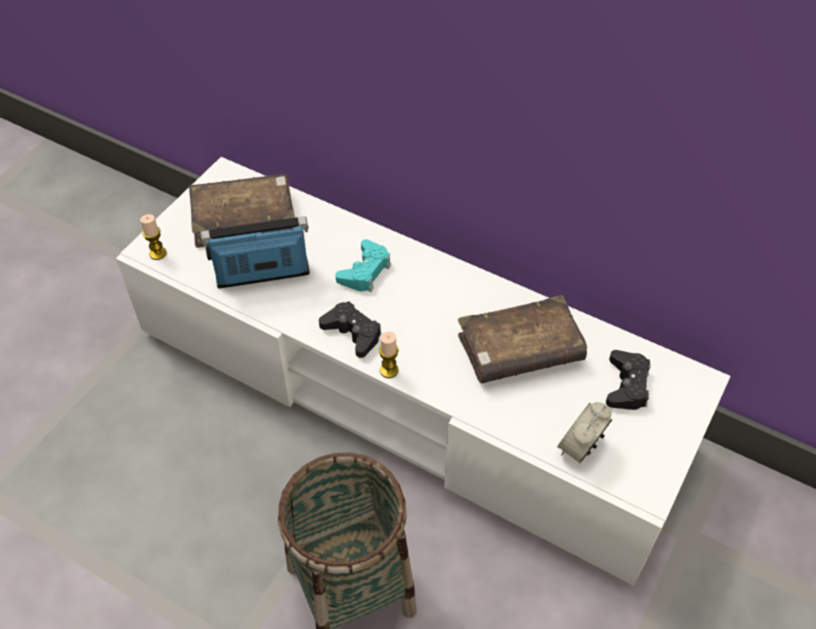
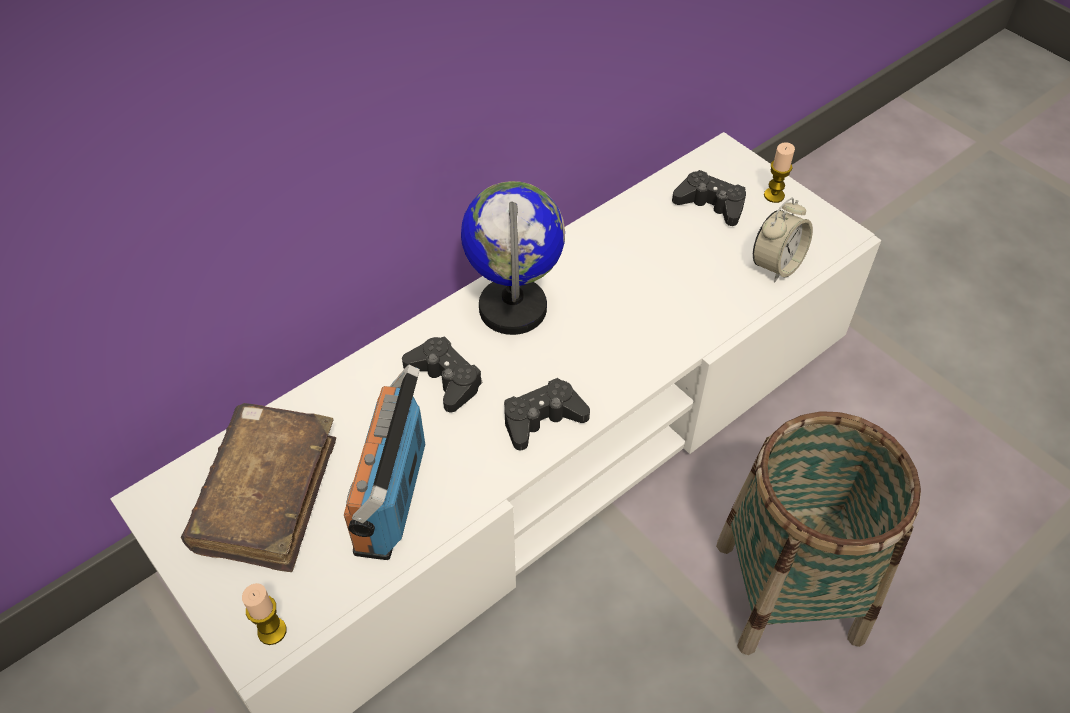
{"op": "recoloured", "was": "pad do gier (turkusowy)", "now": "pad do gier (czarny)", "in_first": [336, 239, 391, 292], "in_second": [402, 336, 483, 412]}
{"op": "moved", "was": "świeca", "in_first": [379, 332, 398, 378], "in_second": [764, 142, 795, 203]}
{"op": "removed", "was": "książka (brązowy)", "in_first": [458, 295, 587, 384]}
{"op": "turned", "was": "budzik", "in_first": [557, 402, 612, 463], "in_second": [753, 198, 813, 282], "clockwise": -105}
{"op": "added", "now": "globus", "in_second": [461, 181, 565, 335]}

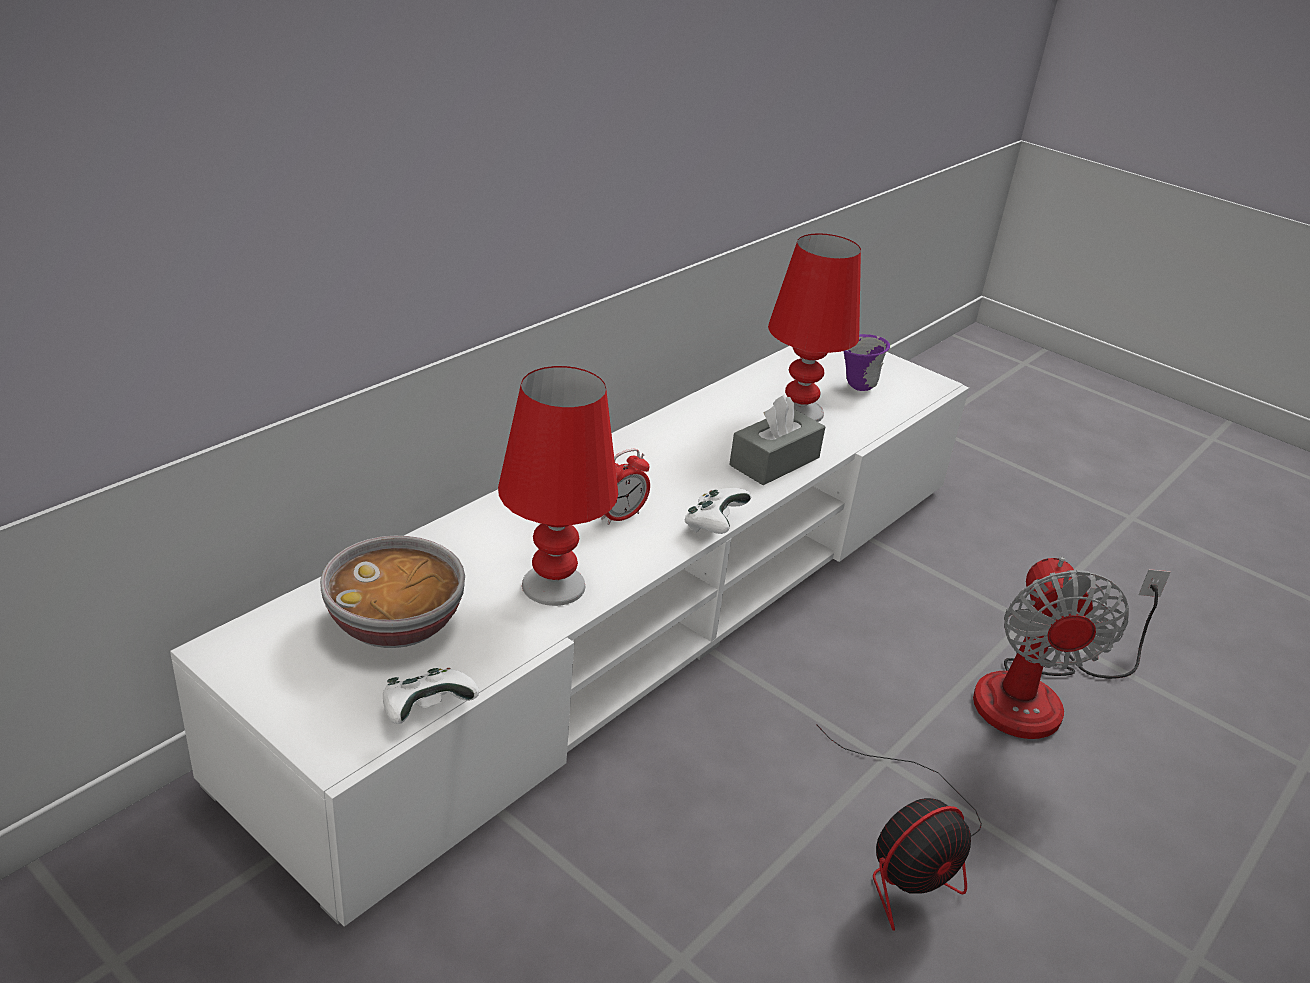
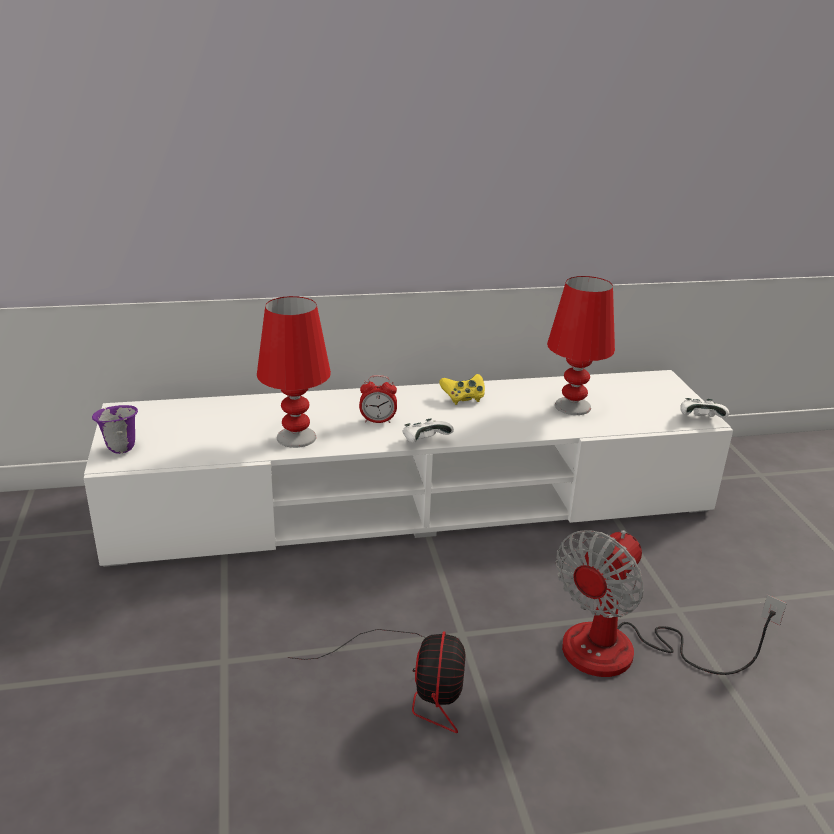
{"op": "removed", "was": "miska", "in_first": [320, 536, 465, 648]}
{"op": "moved", "was": "pad do gier (biały)", "in_first": [383, 668, 479, 724], "in_second": [680, 398, 729, 418]}
{"op": "removed", "was": "pudełko chusteczek (szary)", "in_first": [729, 394, 825, 485]}
{"op": "turned", "was": "wentylator", "in_first": [817, 725, 982, 931], "in_second": [287, 629, 465, 733], "clockwise": -90}
{"op": "moved", "was": "kubek (fioletowy)", "in_first": [843, 334, 890, 391], "in_second": [92, 405, 138, 454]}
{"op": "added", "now": "pad do gier (żółty)", "in_second": [439, 374, 485, 405]}

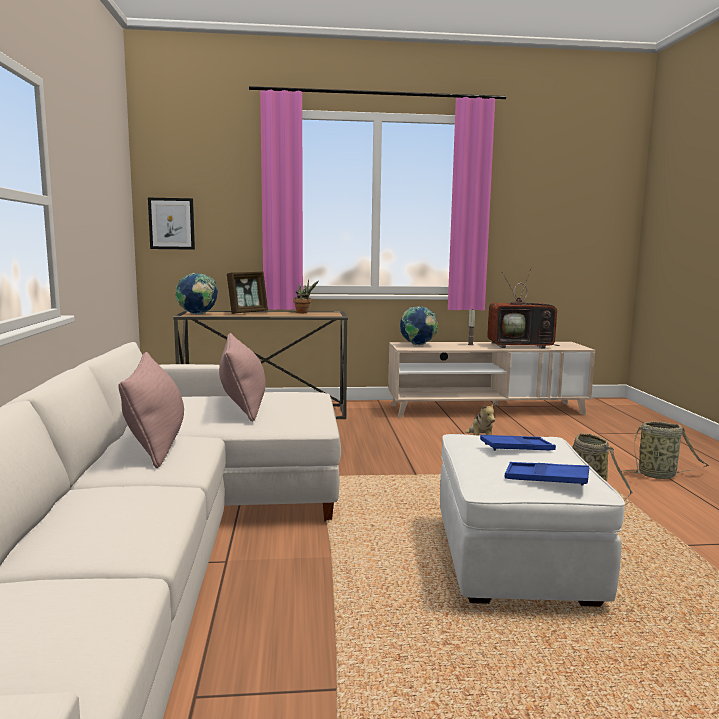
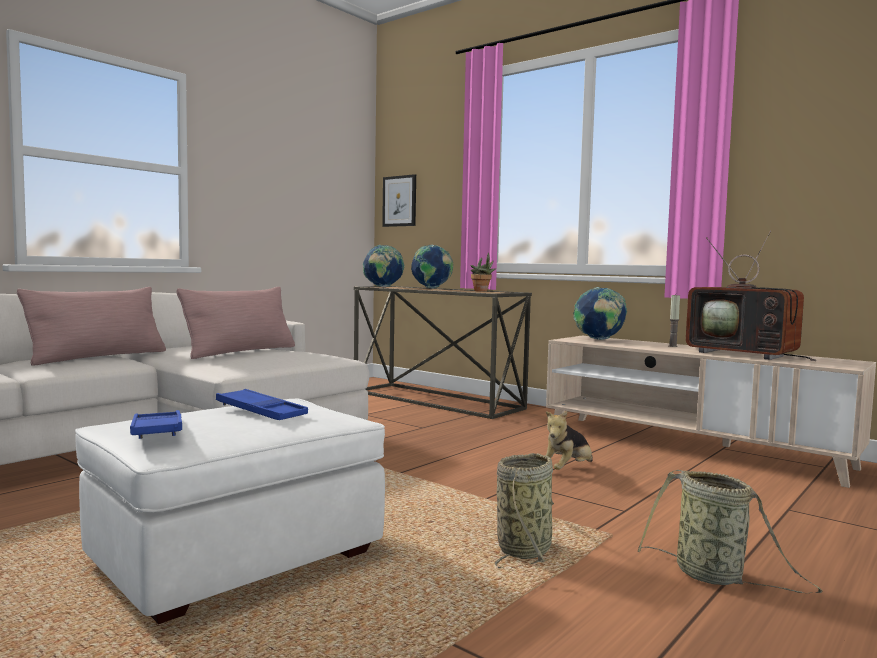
{"op": "replaced", "was": "ramka na zdjęcie", "now": "globus", "in_first": [227, 271, 268, 314], "in_second": [411, 245, 453, 288]}

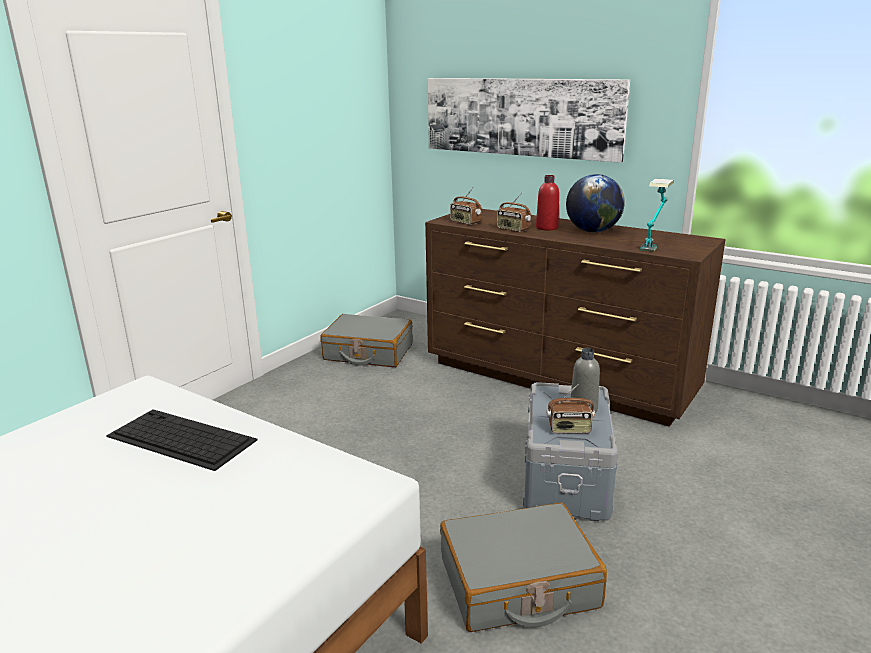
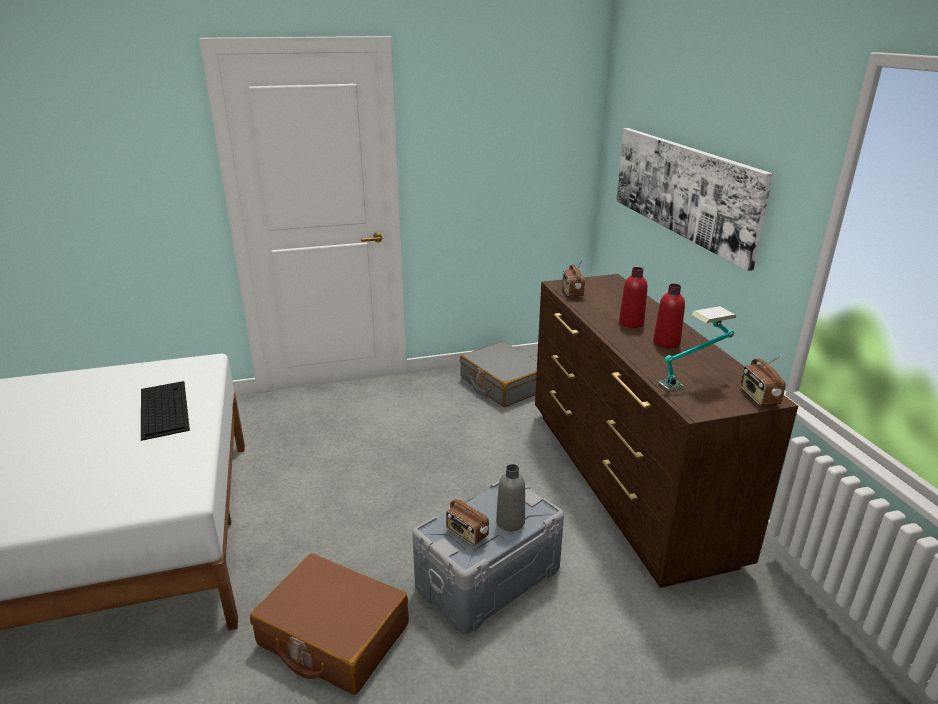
{"op": "recoloured", "was": "walizka (szary)", "now": "walizka (brązowy)", "in_first": [440, 503, 607, 632], "in_second": [250, 553, 409, 695]}
{"op": "moved", "was": "radio", "in_first": [497, 193, 531, 232], "in_second": [740, 355, 786, 406]}
{"op": "replaced", "was": "globus", "now": "butelka (czerwony)", "in_first": [566, 174, 625, 232], "in_second": [653, 284, 685, 348]}

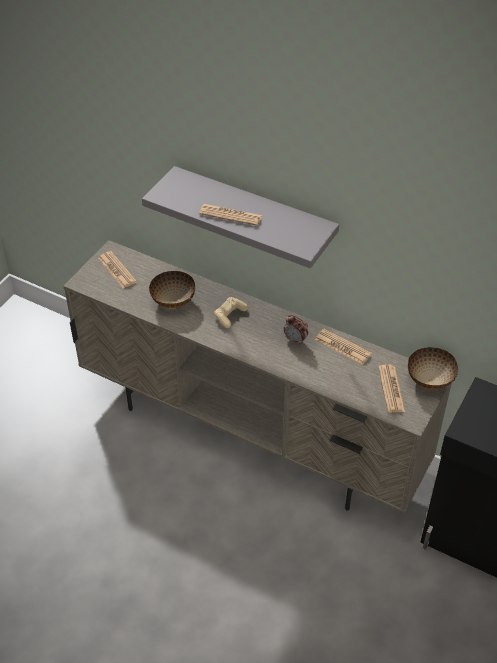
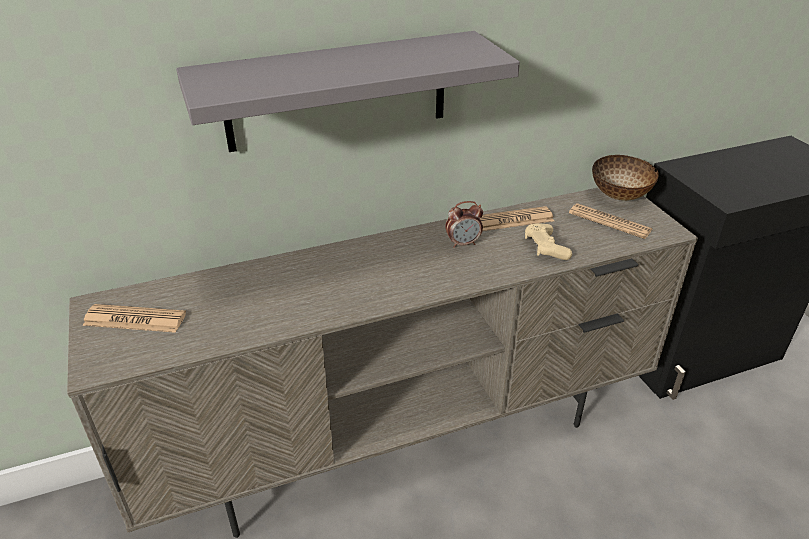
{"op": "removed", "was": "miska", "in_first": [149, 271, 195, 309]}
{"op": "removed", "was": "gazeta", "in_first": [199, 204, 262, 226]}
{"op": "moved", "was": "pad do gier (beżowy)", "in_first": [214, 297, 248, 328], "in_second": [525, 223, 572, 260]}

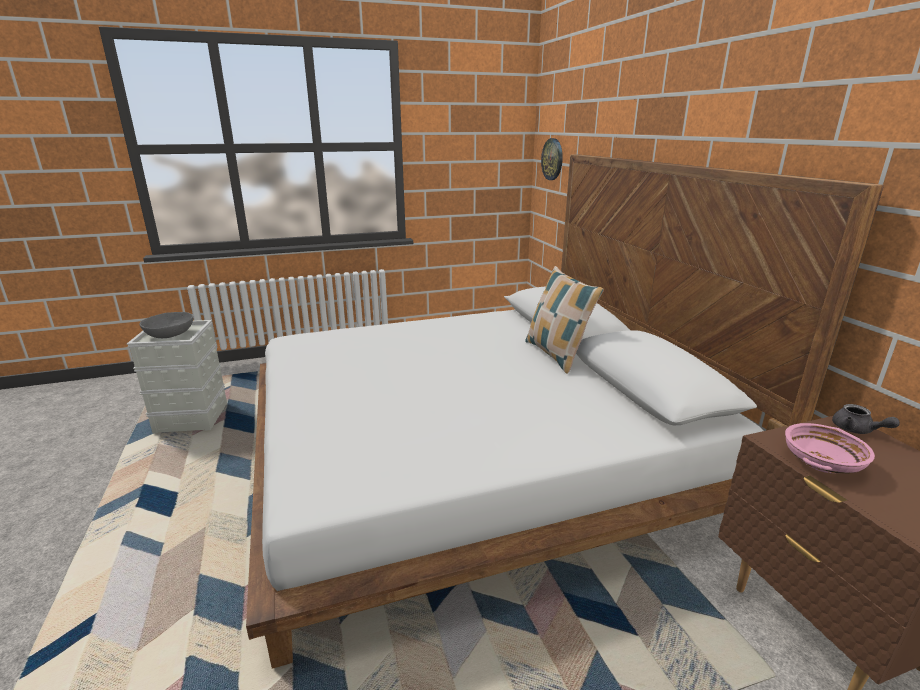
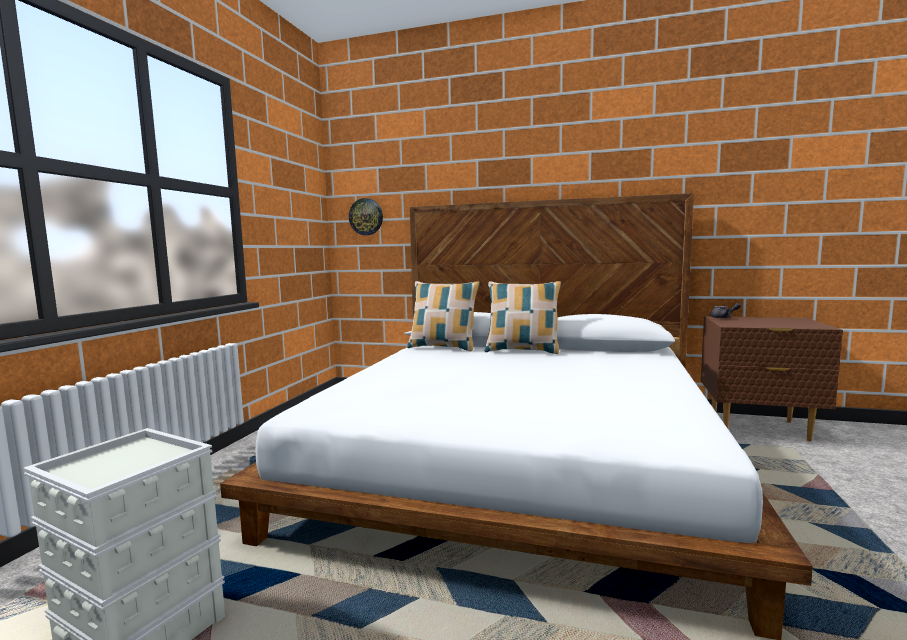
{"op": "removed", "was": "miska (szary)", "in_first": [139, 312, 193, 338]}
{"op": "removed", "was": "miska (różowy)", "in_first": [785, 423, 875, 474]}
{"op": "added", "now": "poduszka", "in_second": [407, 281, 480, 351]}

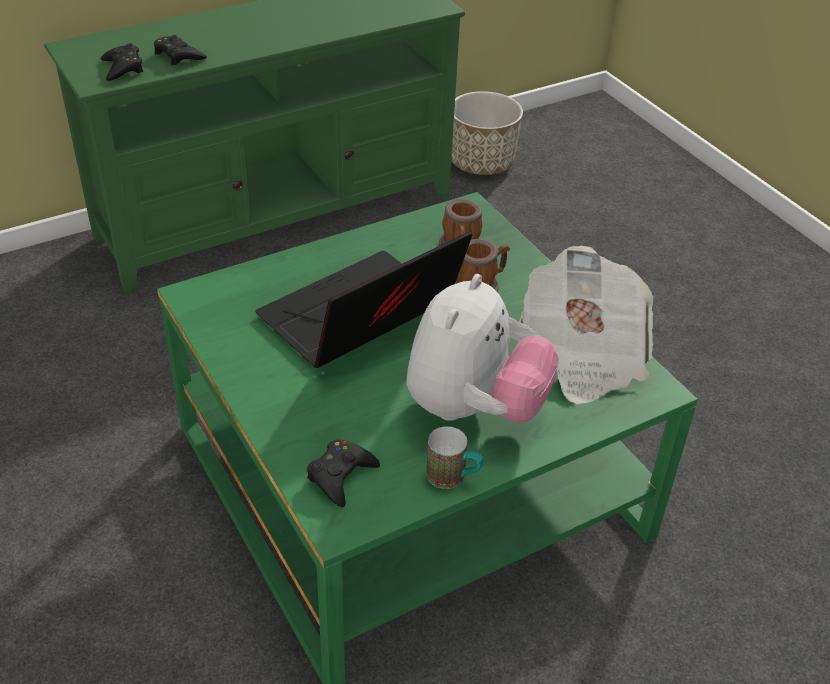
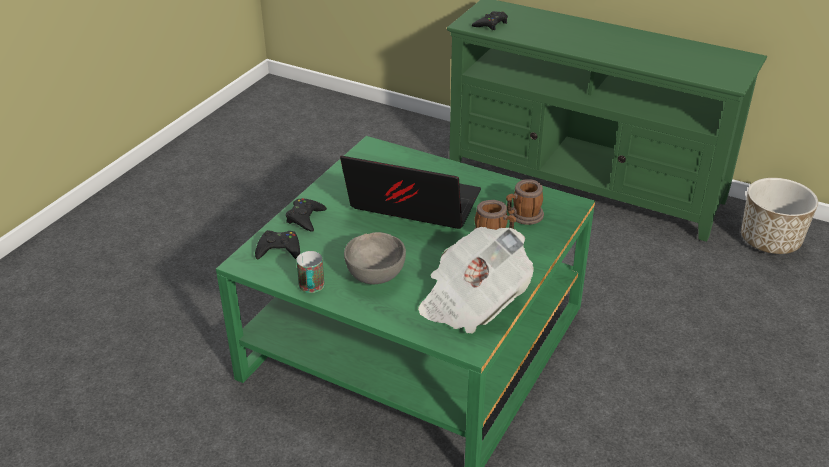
{"op": "moved", "was": "pad do gier (czarny)", "in_first": [154, 35, 207, 65], "in_second": [286, 198, 327, 232]}
{"op": "replaced", "was": "pluszak", "now": "miska (szary)", "in_first": [406, 274, 559, 423], "in_second": [344, 232, 406, 284]}

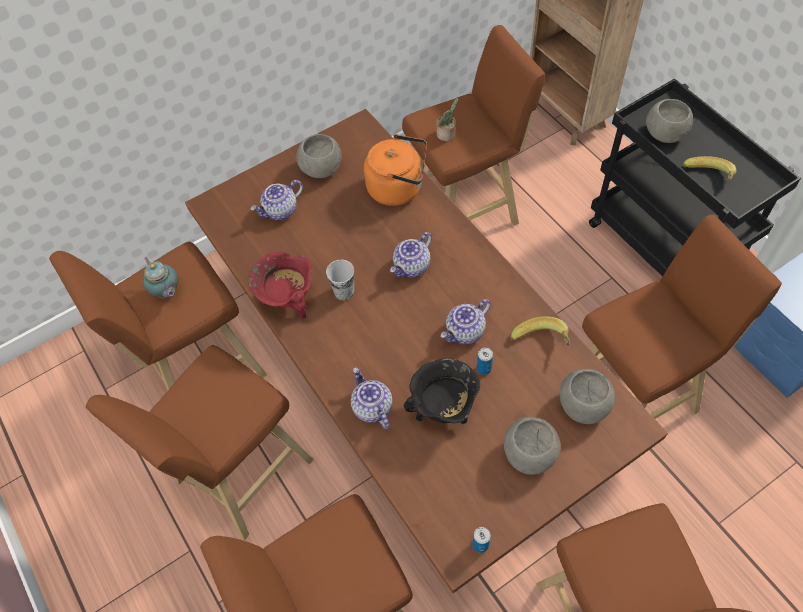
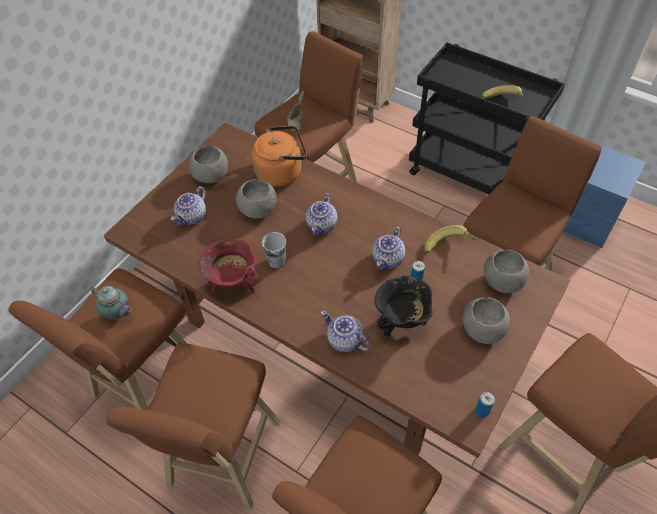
{"op": "moved", "was": "miska (szary)", "in_first": [646, 99, 693, 143], "in_second": [236, 179, 277, 219]}

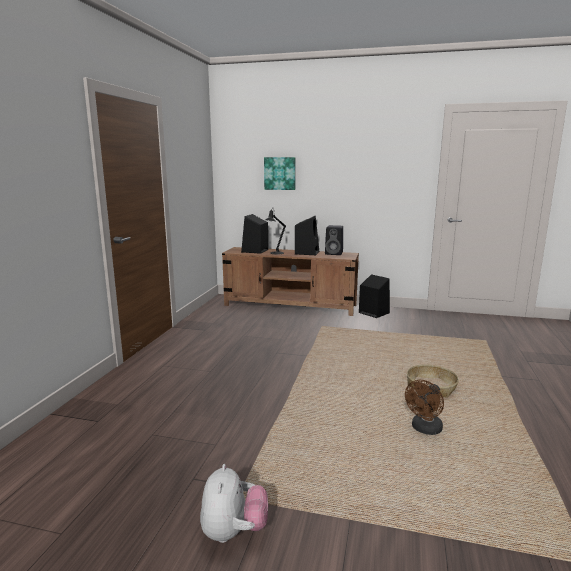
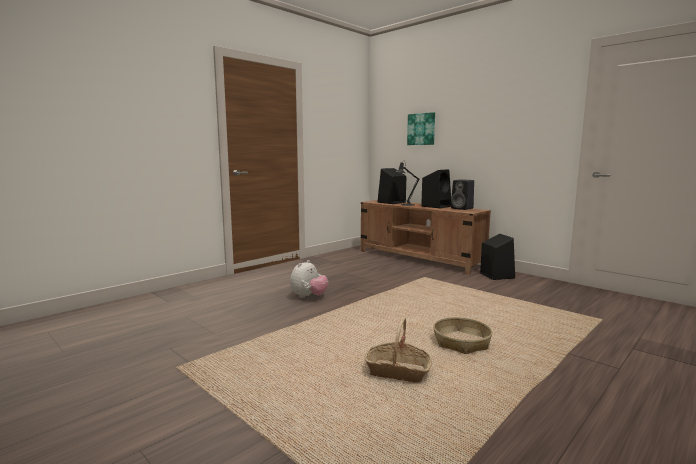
{"op": "moved", "was": "pluszak", "in_first": [200, 464, 268, 543], "in_second": [290, 260, 328, 298]}
{"op": "replaced", "was": "wentylator (brązowy)", "now": "koszyk", "in_first": [405, 380, 444, 435], "in_second": [365, 317, 432, 382]}

